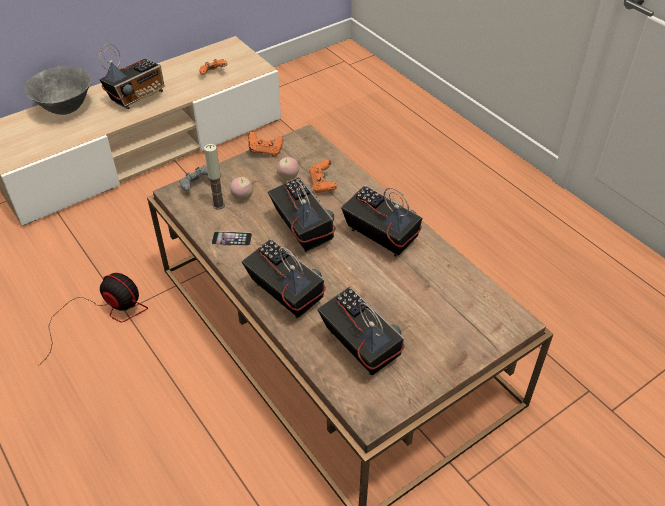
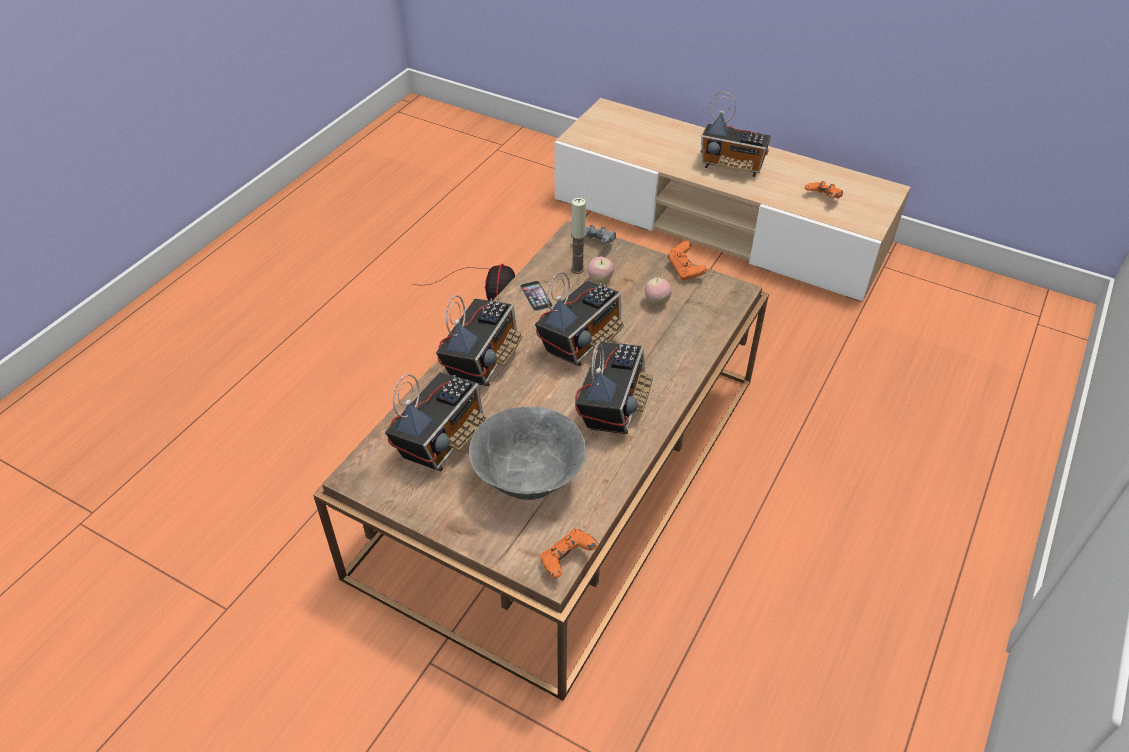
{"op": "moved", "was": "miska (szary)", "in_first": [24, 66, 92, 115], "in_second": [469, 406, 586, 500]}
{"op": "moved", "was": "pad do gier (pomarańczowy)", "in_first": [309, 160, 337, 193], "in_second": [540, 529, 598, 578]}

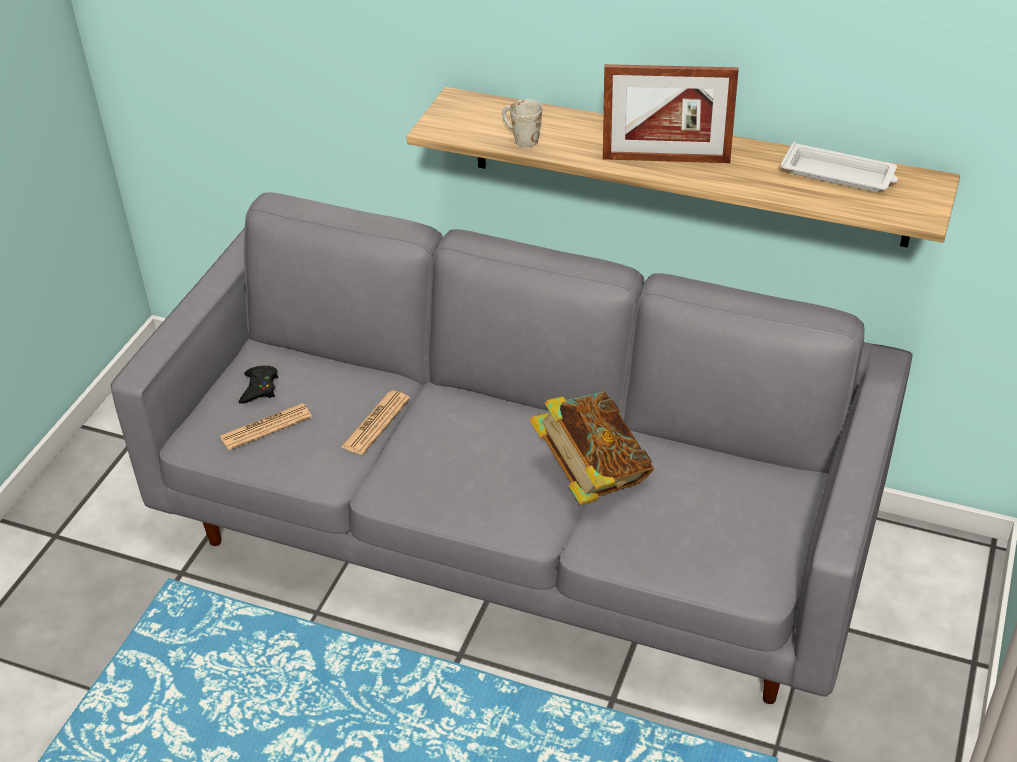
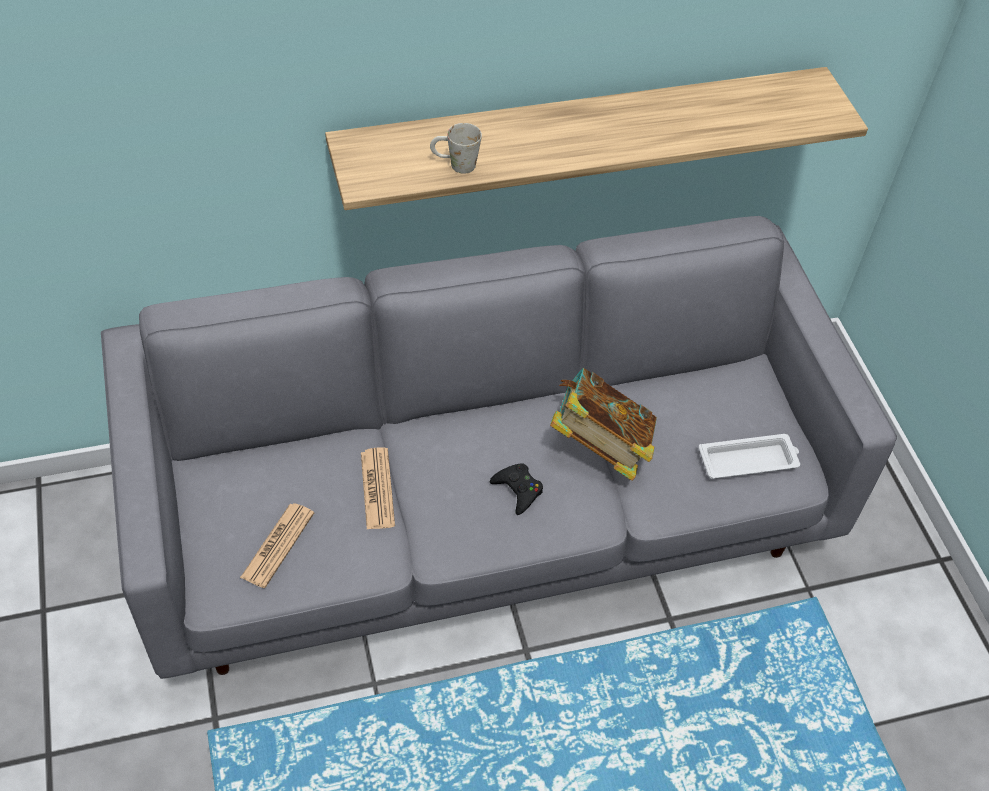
{"op": "moved", "was": "pad do gier (czarny)", "in_first": [239, 366, 278, 404], "in_second": [490, 463, 543, 515]}
{"op": "removed", "was": "ramka na zdjęcie", "in_first": [603, 64, 739, 163]}
{"op": "moved", "was": "taca (biały)", "in_first": [780, 142, 898, 192], "in_second": [698, 434, 800, 479]}

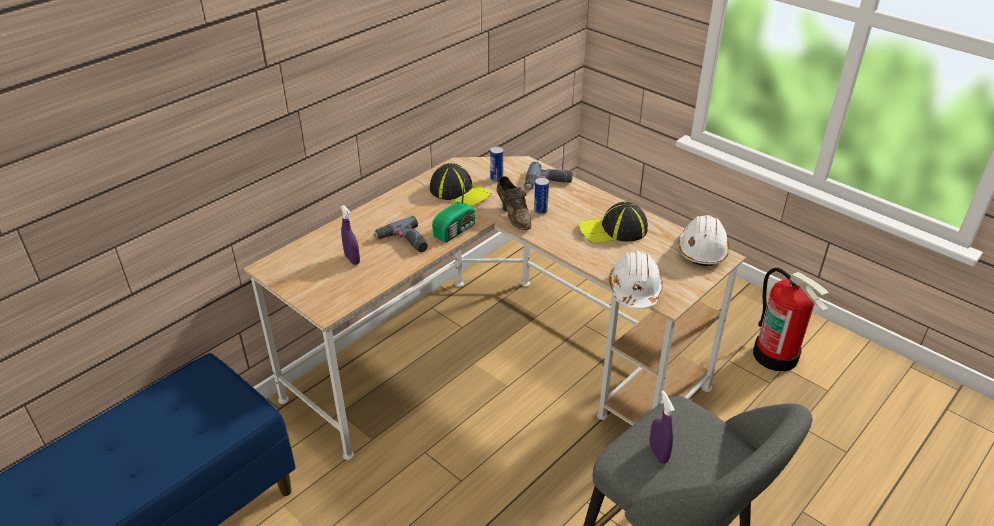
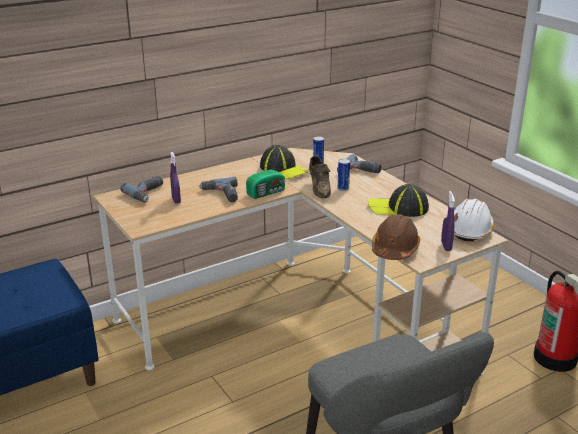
{"op": "recoloured", "was": "kask (biały)", "now": "kask (brązowy)", "in_first": [609, 251, 663, 309], "in_second": [372, 214, 420, 260]}
{"op": "moved", "was": "spryskiwacz (fioletowy)", "in_first": [650, 390, 675, 464], "in_second": [441, 191, 455, 251]}
{"op": "added", "now": "wiertarka", "in_second": [120, 176, 163, 203]}

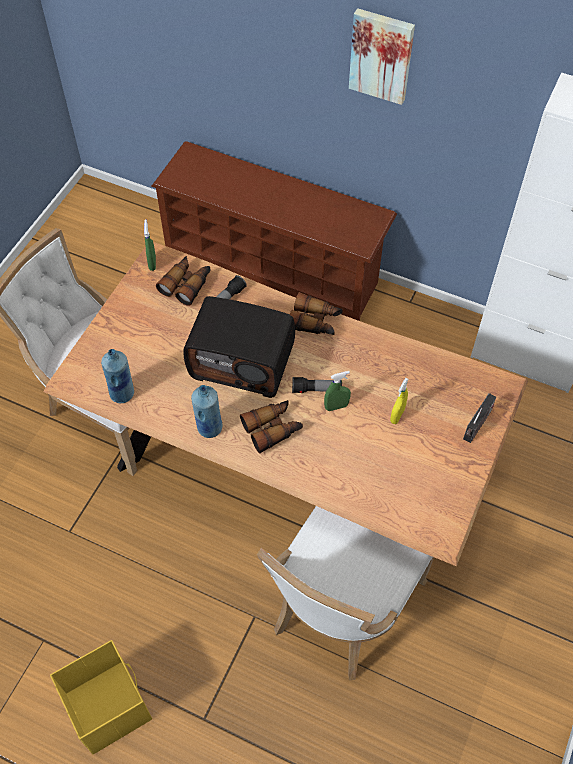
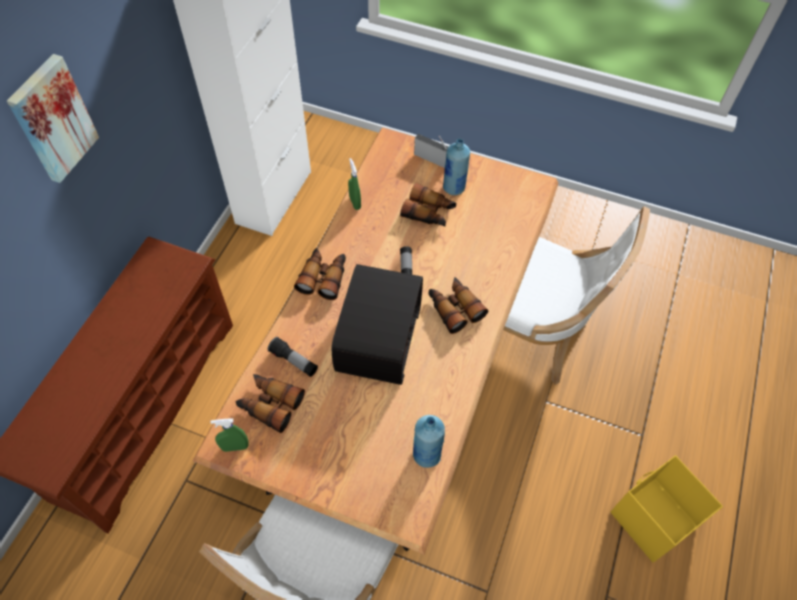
{"op": "moved", "was": "butelka (niebieski)", "in_first": [191, 385, 223, 438], "in_second": [443, 139, 470, 195]}
{"op": "moved", "was": "spryskiwacz (zielony)", "in_first": [324, 371, 351, 411], "in_second": [348, 158, 361, 210]}
{"op": "replaced", "was": "spryskiwacz (żółty)", "now": "lornetka", "in_first": [390, 378, 409, 424], "in_second": [400, 183, 456, 226]}

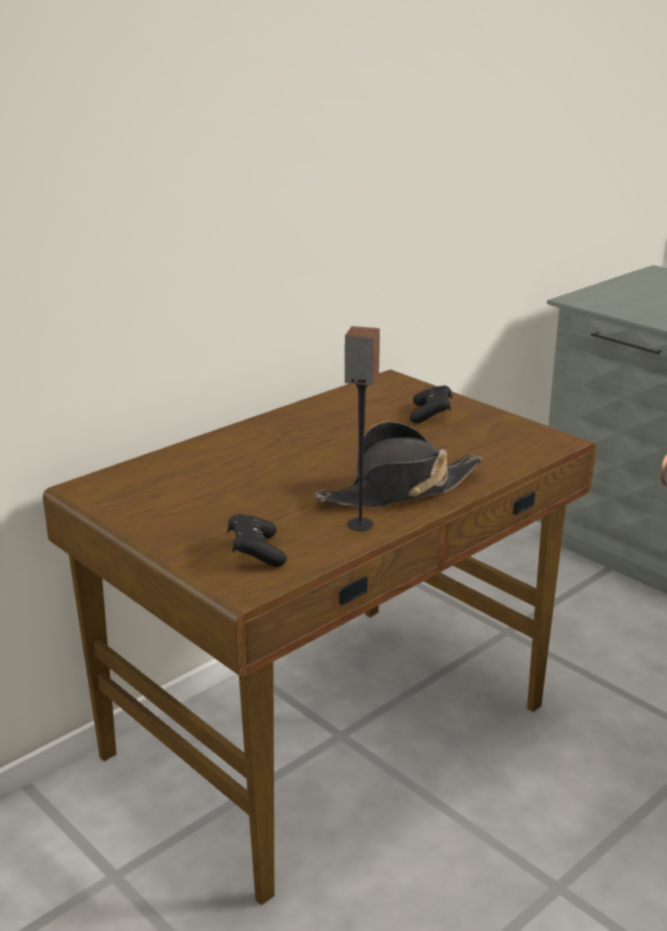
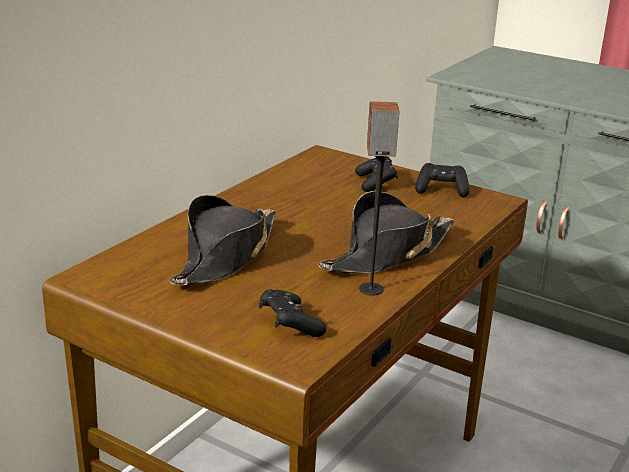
{"op": "added", "now": "kapelusz (czarny)", "in_second": [170, 195, 276, 286]}
{"op": "added", "now": "pad do gier (czarny)", "in_second": [415, 163, 469, 197]}

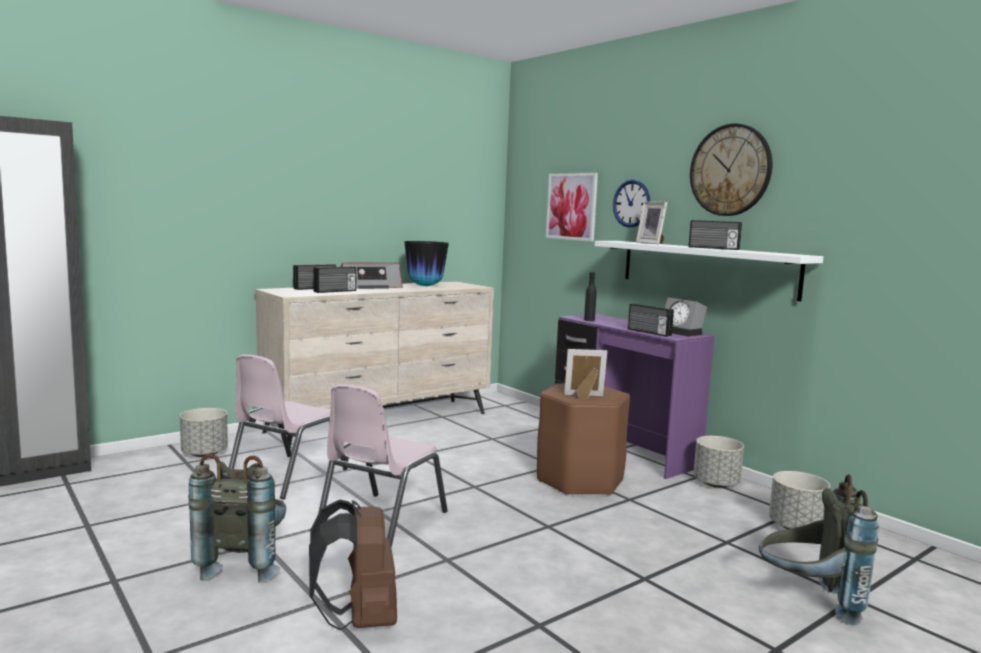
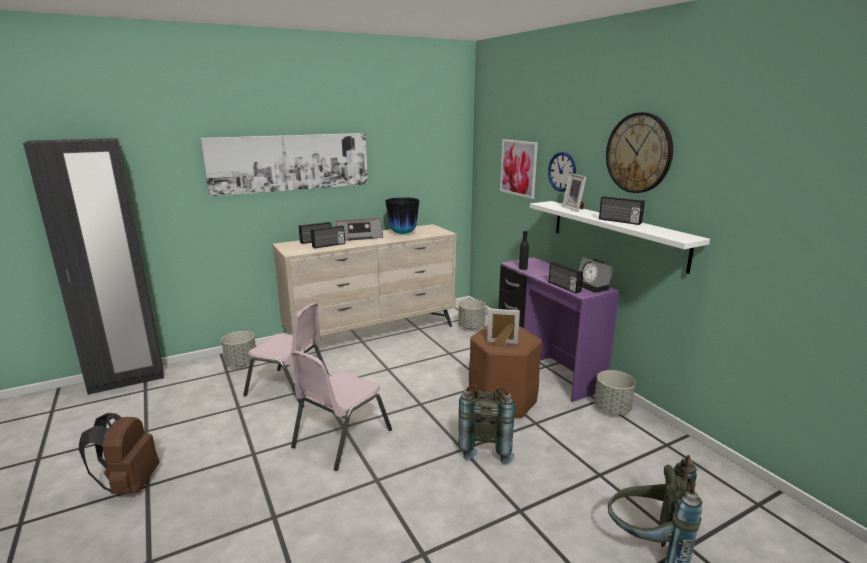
{"op": "moved", "was": "plecak (szary)", "in_first": [188, 454, 286, 582], "in_second": [458, 384, 515, 464]}
{"op": "turned", "was": "krzesło (różowy)", "in_first": [229, 354, 348, 499], "in_second": [243, 302, 329, 407], "clockwise": -105}
{"op": "moved", "was": "plecak (brązowy)", "in_first": [309, 499, 397, 630], "in_second": [79, 413, 160, 494]}
{"op": "moved", "was": "donica (szary)", "in_first": [769, 471, 830, 529], "in_second": [458, 299, 485, 330]}
{"op": "added", "now": "obraz", "in_second": [201, 133, 368, 197]}

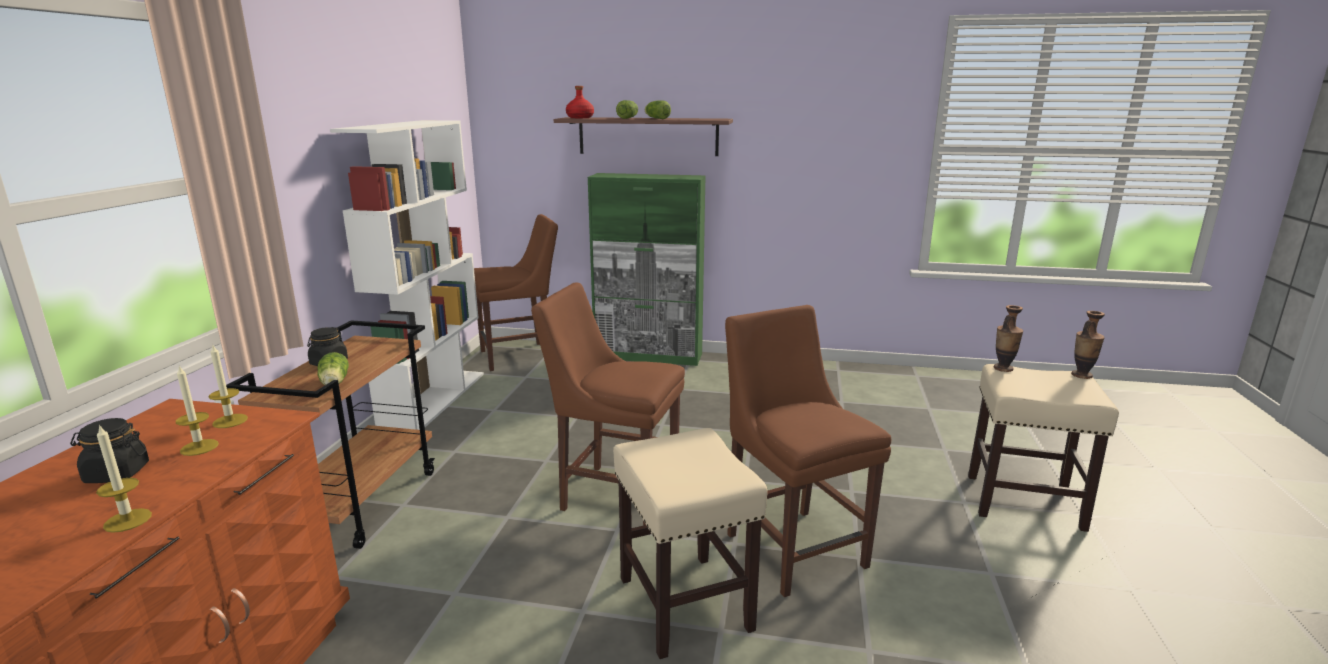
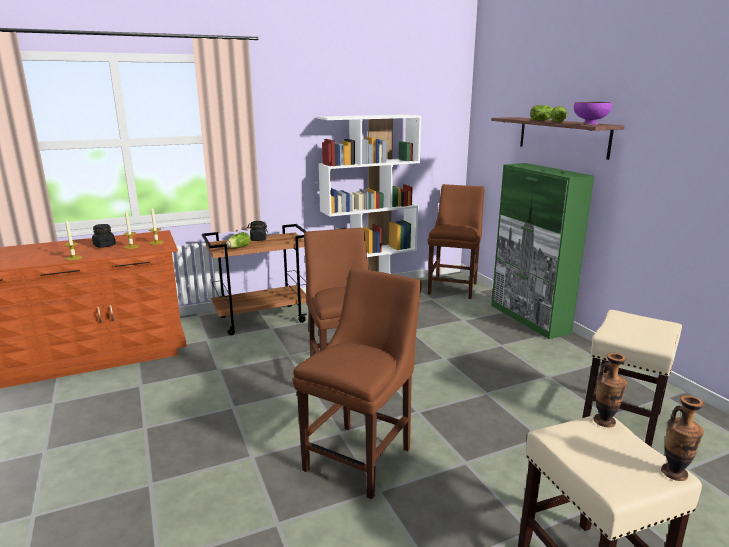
{"op": "turned", "was": "krzesło (brązowy)", "in_first": [474, 214, 558, 371], "in_second": [428, 184, 485, 299], "clockwise": -105}
{"op": "removed", "was": "butelka (czerwony)", "in_first": [566, 86, 594, 118]}
{"op": "moved", "was": "stołek (beżowy)", "in_first": [613, 428, 768, 659], "in_second": [582, 310, 682, 447]}
{"op": "added", "now": "miska (fioletowy)", "in_second": [574, 102, 612, 125]}

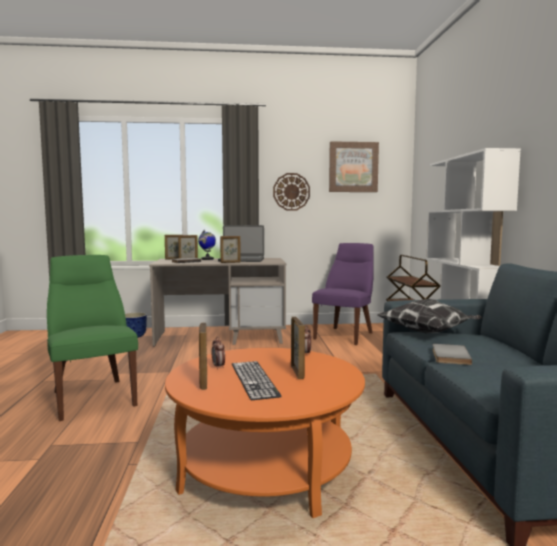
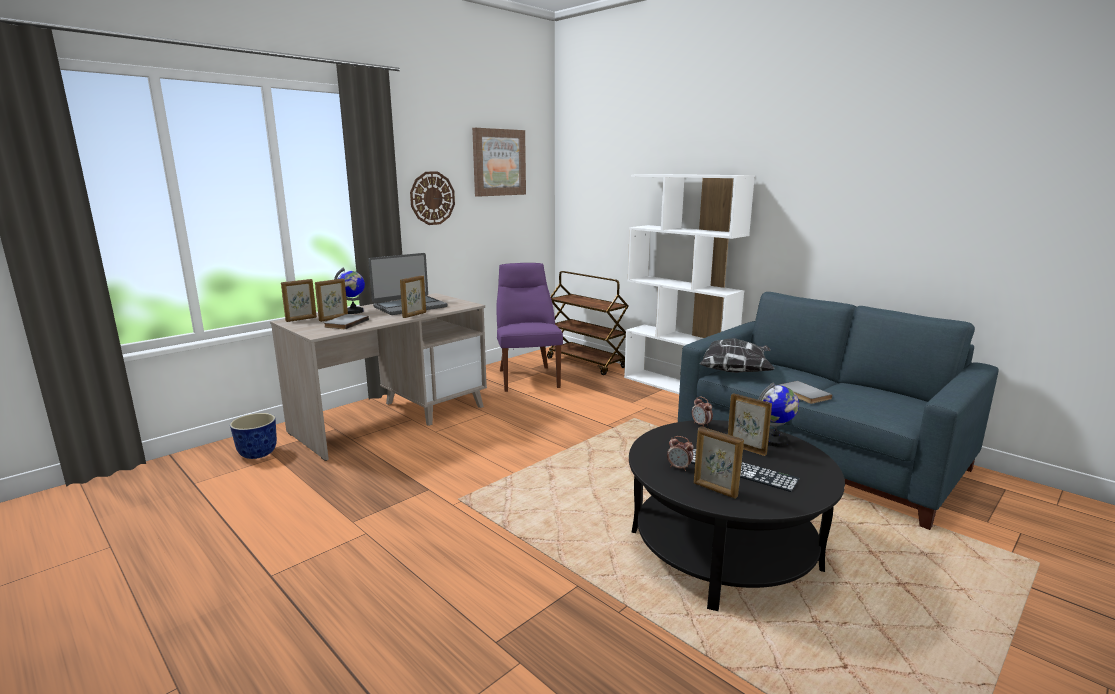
{"op": "removed", "was": "krzesło (zielony)", "in_first": [47, 255, 138, 421]}
{"op": "recoloured", "was": "ława (pomarańczowy)", "now": "ława (czarny)", "in_first": [165, 348, 365, 518], "in_second": [629, 420, 845, 611]}
{"op": "added", "now": "globus", "in_second": [758, 383, 799, 447]}

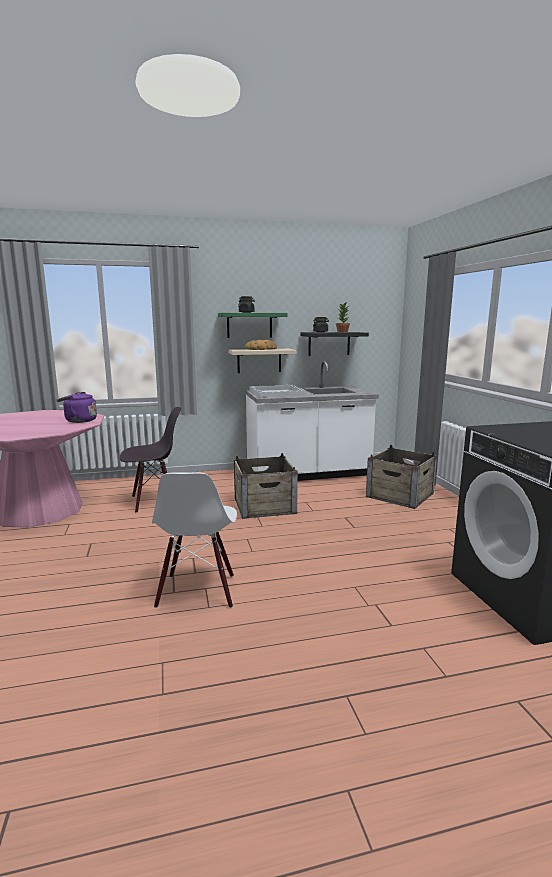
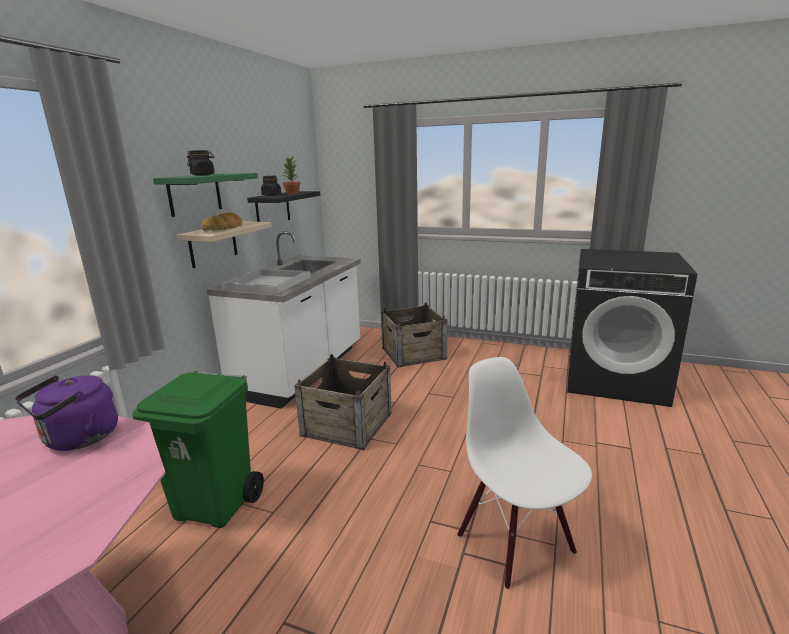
{"op": "replaced", "was": "krzesło (czarny)", "now": "kosz na śmieci (zielony)", "in_first": [120, 407, 182, 513], "in_second": [132, 371, 264, 528]}
{"op": "turned", "was": "krzesło (biały)", "in_first": [152, 472, 237, 608], "in_second": [457, 357, 592, 590], "clockwise": -150}

